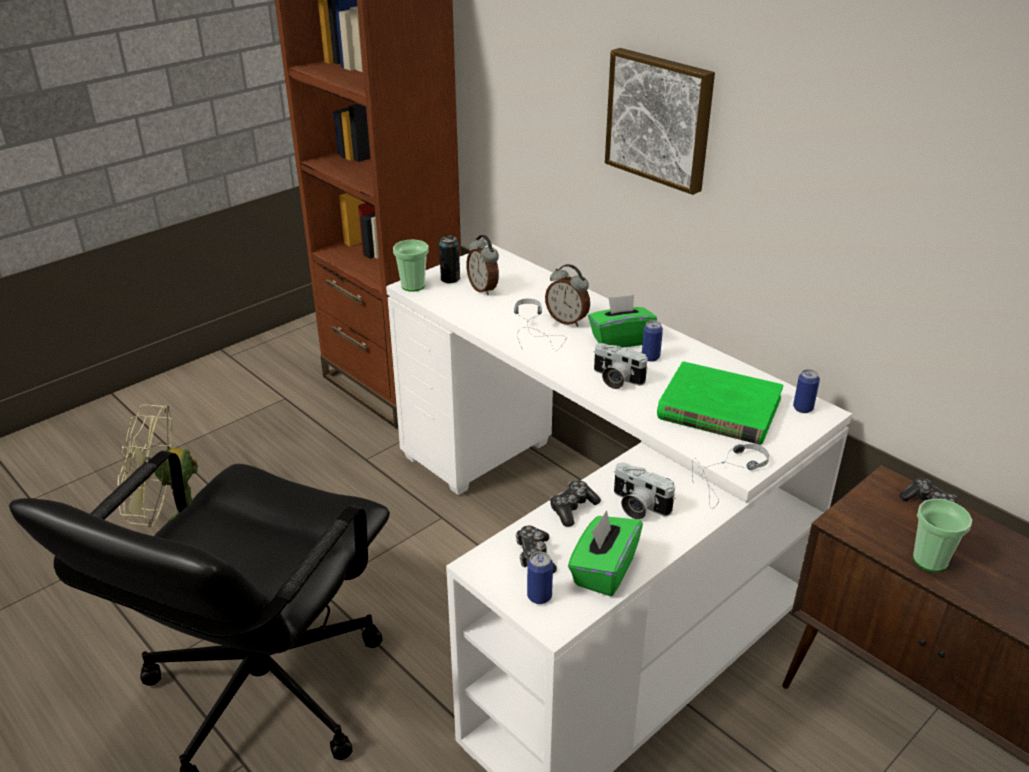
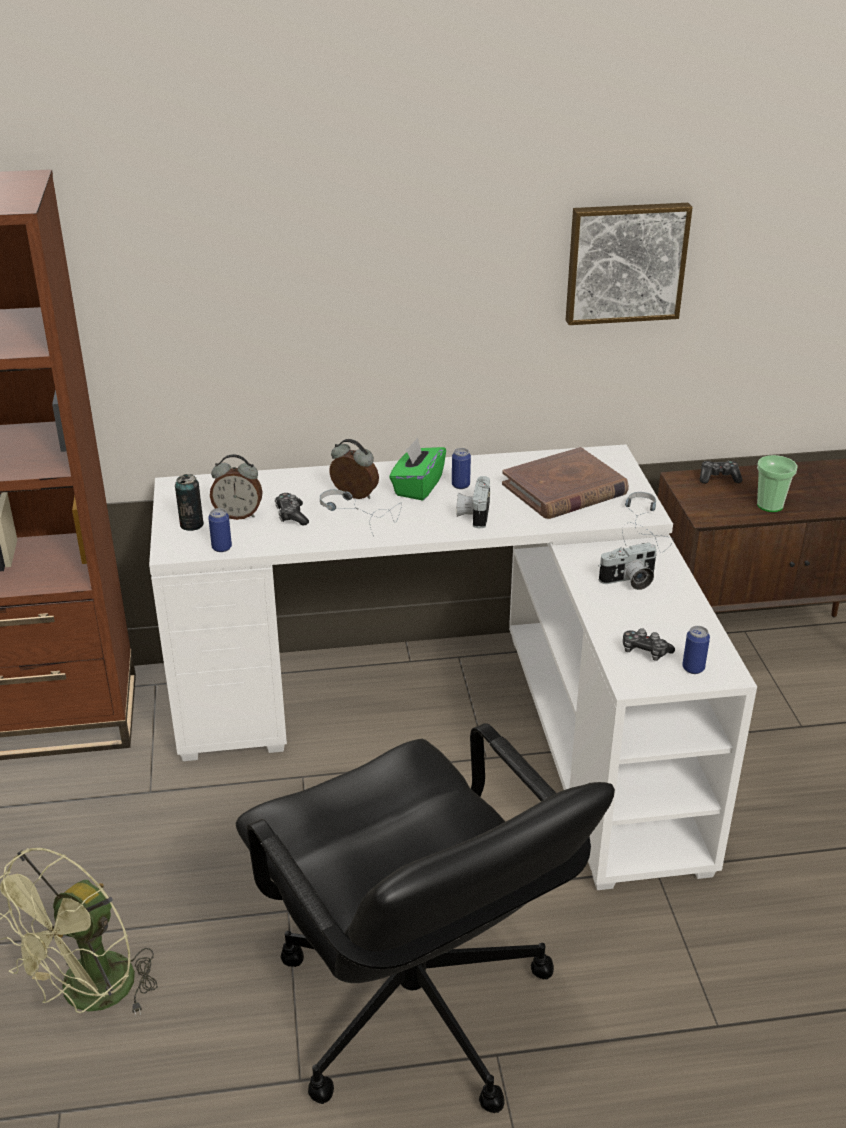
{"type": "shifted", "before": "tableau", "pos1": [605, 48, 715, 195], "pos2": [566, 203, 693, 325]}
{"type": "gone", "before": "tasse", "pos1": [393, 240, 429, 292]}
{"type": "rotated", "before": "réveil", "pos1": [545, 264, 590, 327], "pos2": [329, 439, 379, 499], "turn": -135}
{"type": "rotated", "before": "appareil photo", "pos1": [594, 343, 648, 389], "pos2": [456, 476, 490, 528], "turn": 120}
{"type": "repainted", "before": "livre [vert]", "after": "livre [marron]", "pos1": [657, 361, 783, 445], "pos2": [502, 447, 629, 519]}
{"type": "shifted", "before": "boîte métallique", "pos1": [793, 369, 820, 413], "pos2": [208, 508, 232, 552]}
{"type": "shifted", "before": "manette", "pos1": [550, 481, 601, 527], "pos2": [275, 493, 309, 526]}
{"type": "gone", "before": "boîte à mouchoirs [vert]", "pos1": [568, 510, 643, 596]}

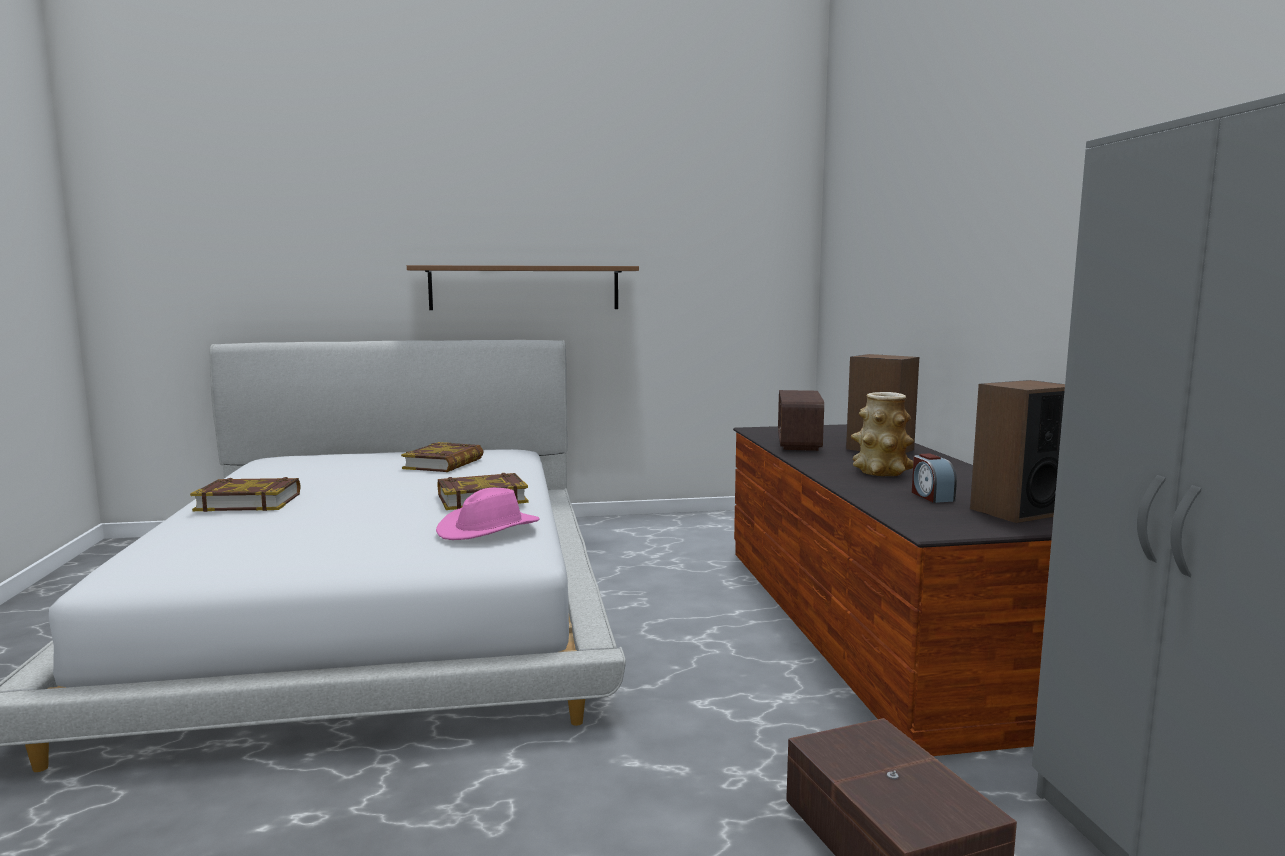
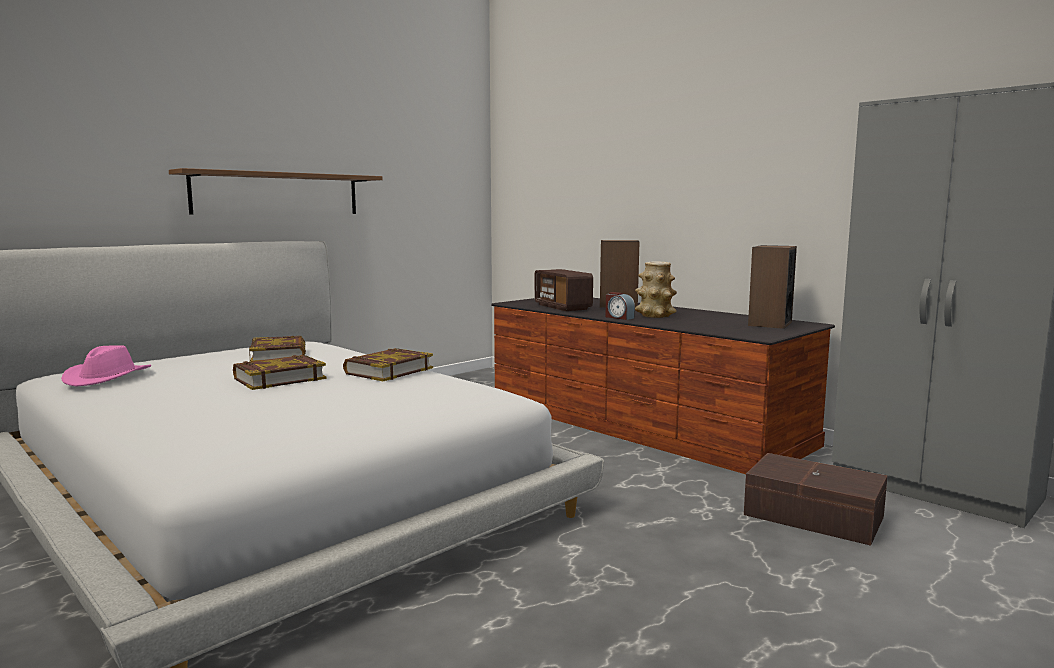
{"type": "shifted", "before": "réveil", "pos1": [912, 453, 957, 503], "pos2": [606, 292, 635, 320]}
{"type": "shifted", "before": "livre", "pos1": [190, 477, 301, 512], "pos2": [233, 355, 327, 390]}
{"type": "shifted", "before": "chapeau [rose]", "pos1": [436, 488, 540, 540], "pos2": [61, 345, 151, 386]}

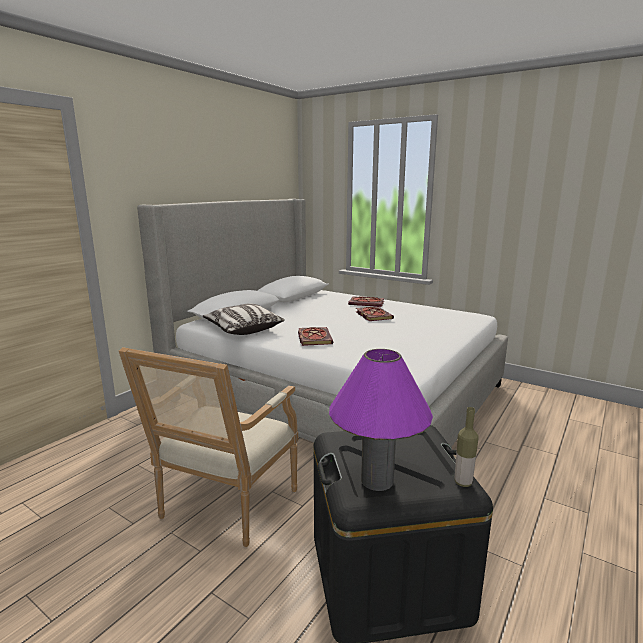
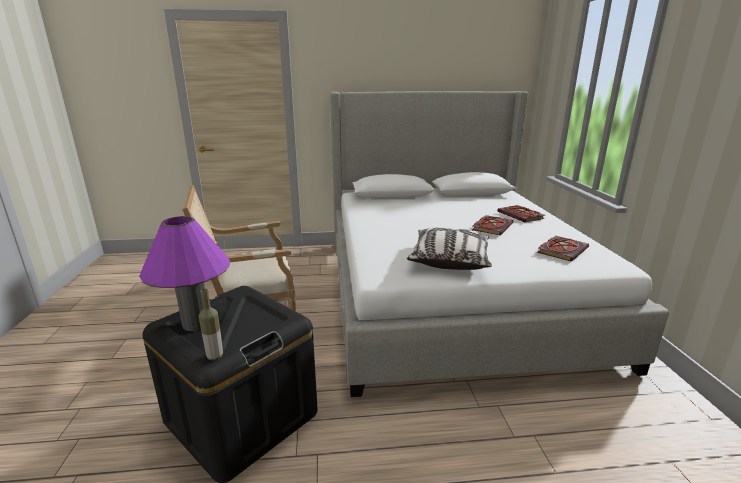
{"type": "shifted", "before": "coussin", "pos1": [202, 303, 285, 335], "pos2": [407, 228, 492, 270]}
{"type": "shifted", "before": "livre", "pos1": [298, 327, 333, 346], "pos2": [537, 236, 589, 262]}

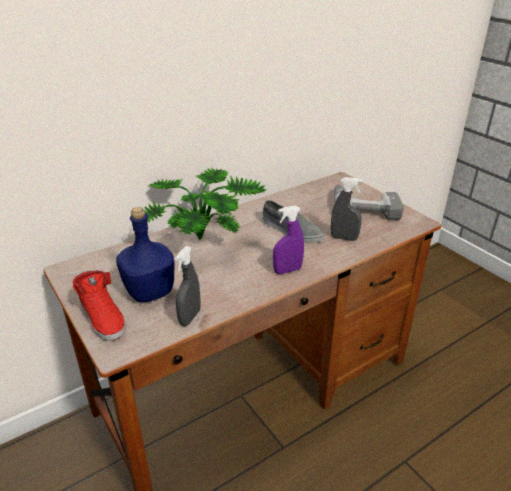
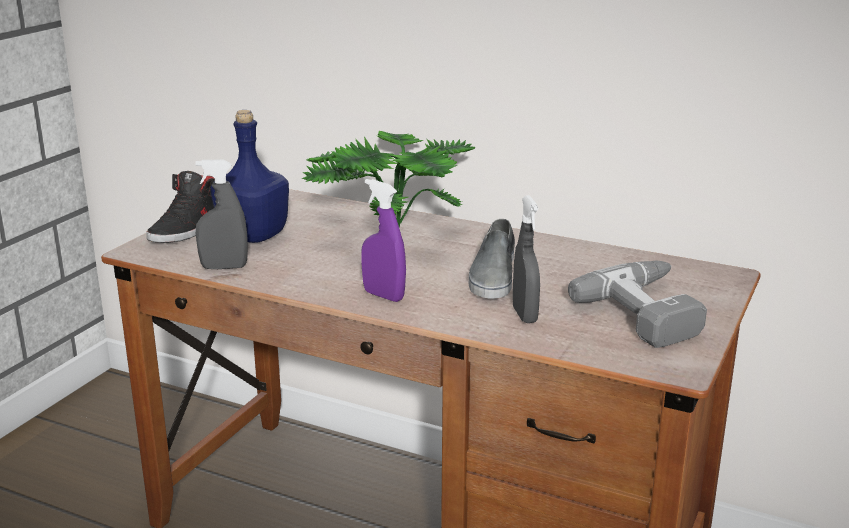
{"type": "repainted", "before": "chaussure [rouge]", "after": "chaussure [noir]", "pos1": [72, 270, 126, 341], "pos2": [146, 171, 215, 243]}

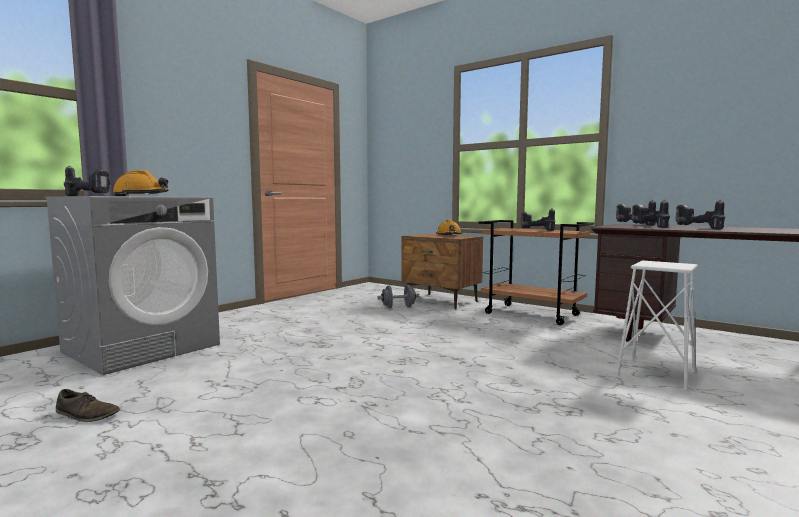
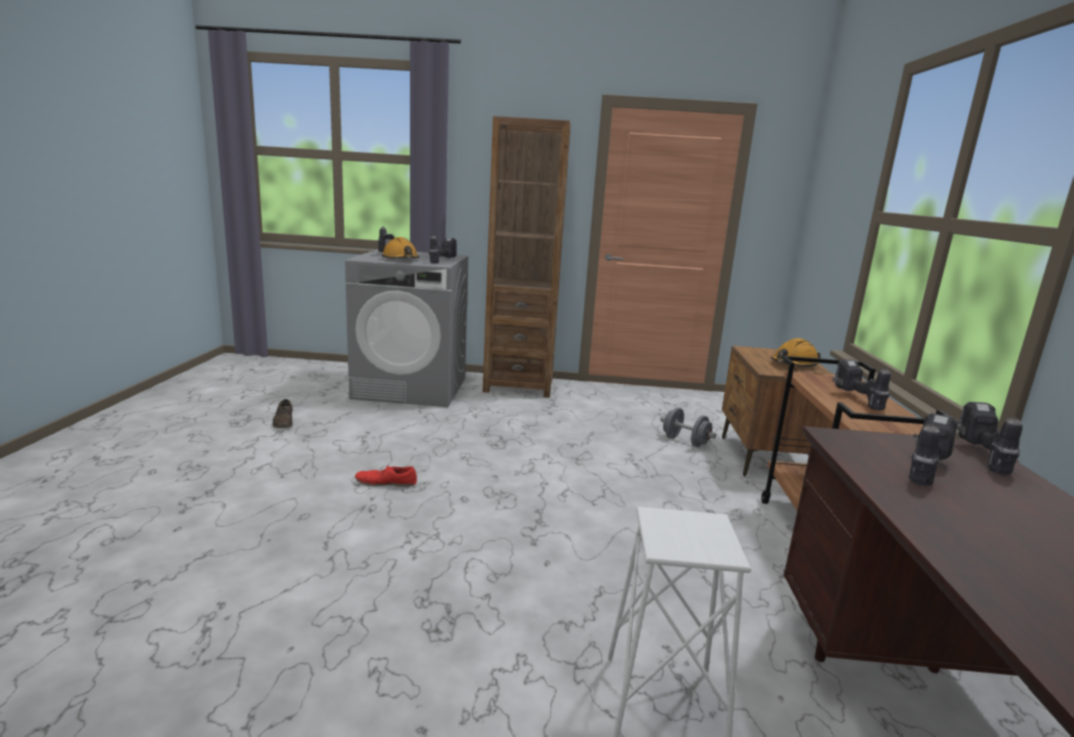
{"type": "shifted", "before": "perceuse", "pos1": [675, 200, 725, 229], "pos2": [429, 235, 457, 263]}
{"type": "new", "after": "bibliothèque [marron]", "pos2": [483, 116, 571, 398]}
{"type": "new", "after": "chaussure [rouge]", "pos2": [355, 465, 417, 487]}

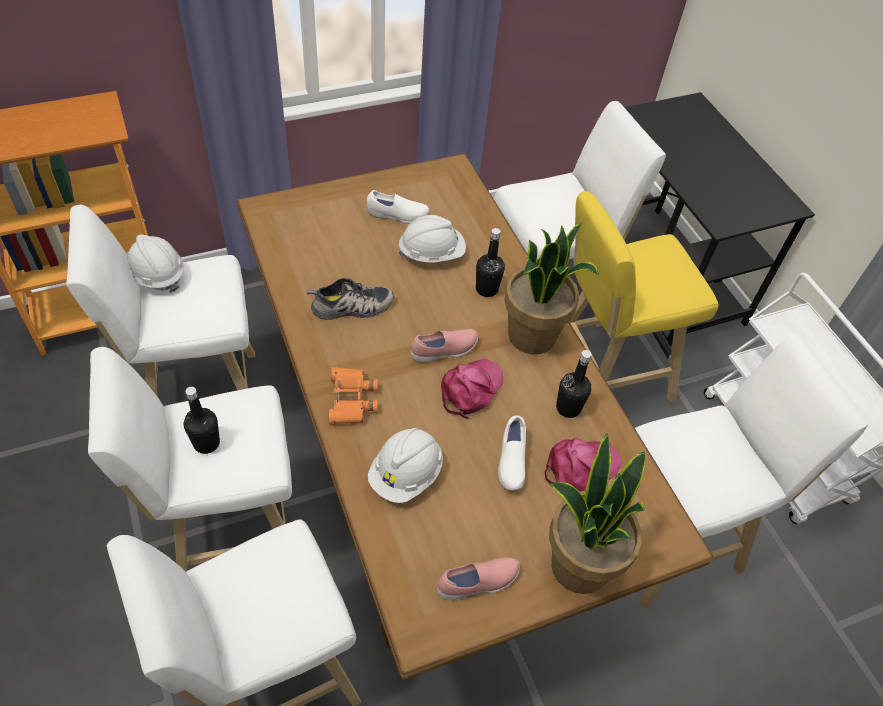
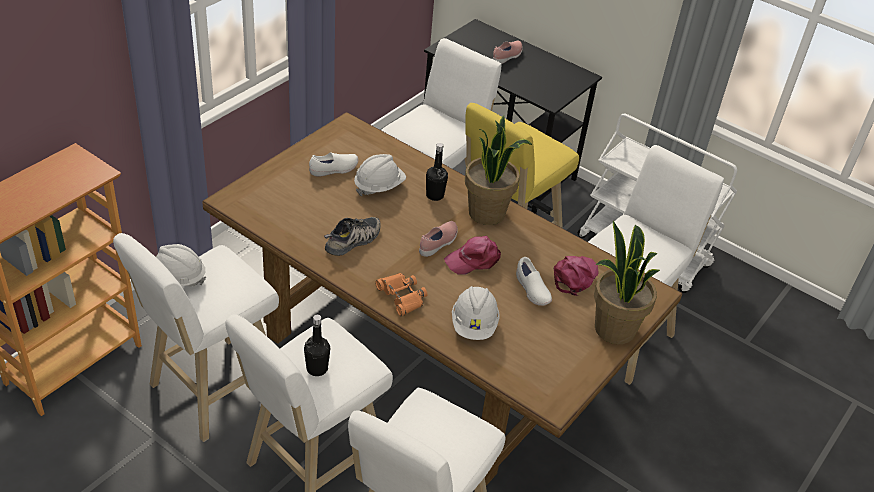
{"type": "gone", "before": "bouteille [noir]", "pos1": [556, 350, 591, 418]}
{"type": "rotated", "before": "casquette [rose]", "pos1": [441, 359, 503, 419], "pos2": [444, 236, 501, 275], "turn": -120}
{"type": "shifted", "before": "chaussure [rose]", "pos1": [437, 558, 520, 600], "pos2": [492, 41, 523, 64]}

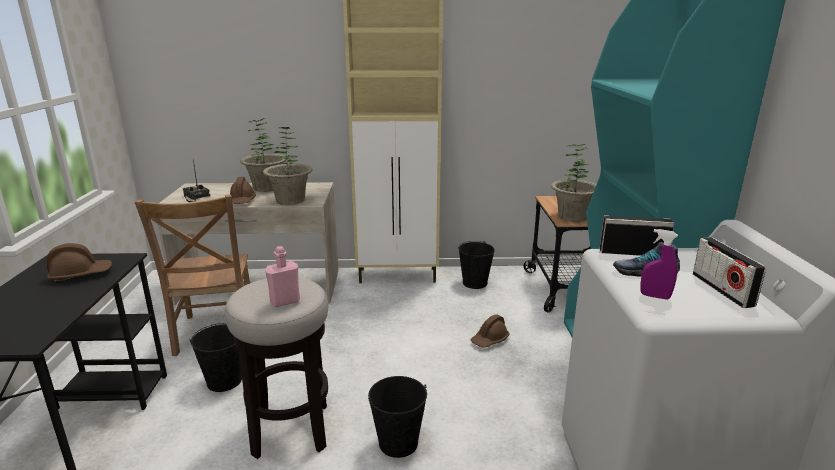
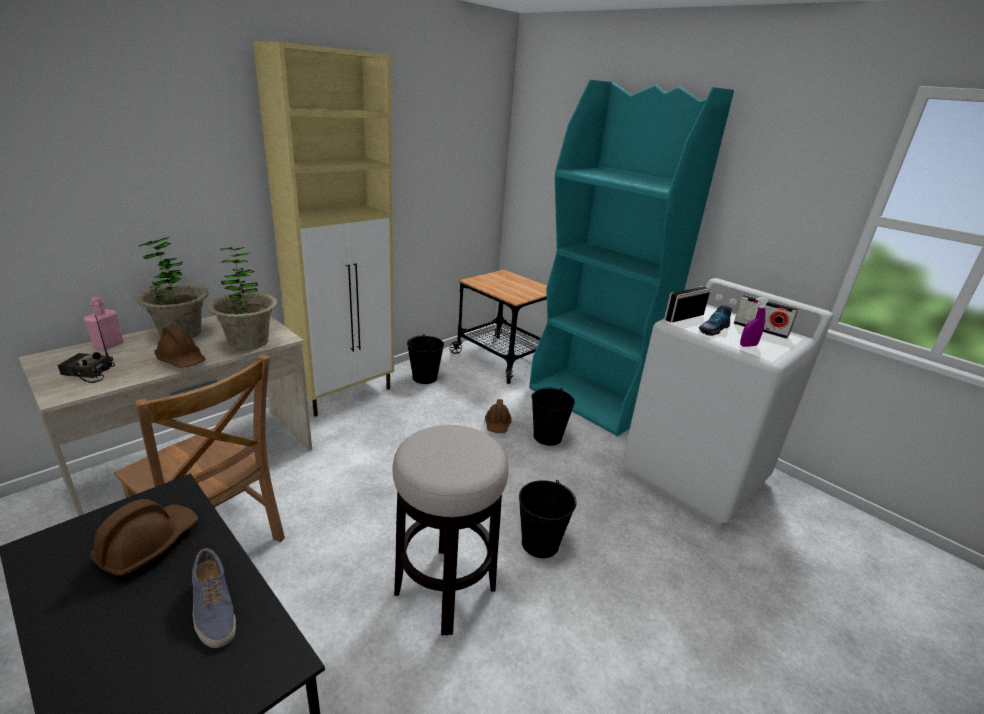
{"type": "gone", "before": "plante en pot", "pos1": [551, 144, 597, 222]}
{"type": "shifted", "before": "bouteille [rose]", "pos1": [265, 246, 300, 307], "pos2": [84, 296, 124, 351]}
{"type": "shifted", "before": "seau [noir]", "pos1": [190, 323, 242, 392], "pos2": [531, 387, 575, 446]}
{"type": "new", "after": "chaussure", "pos2": [192, 548, 236, 648]}

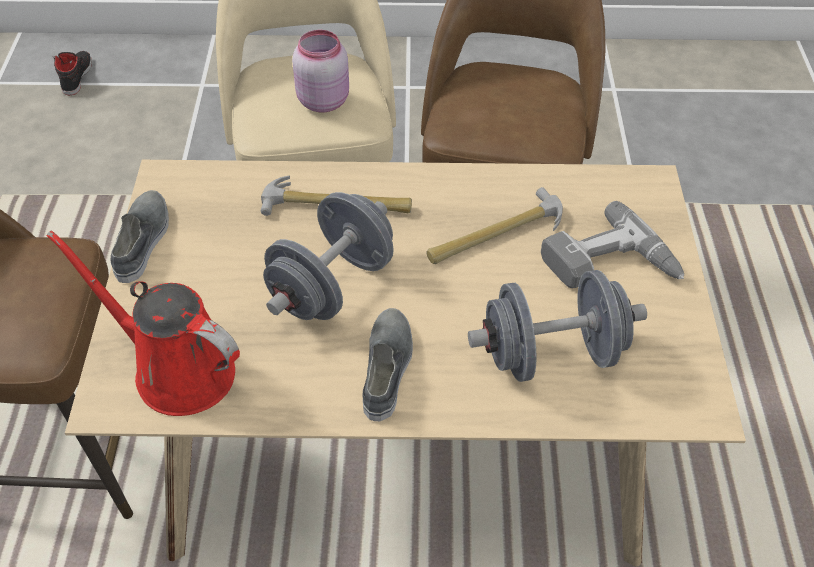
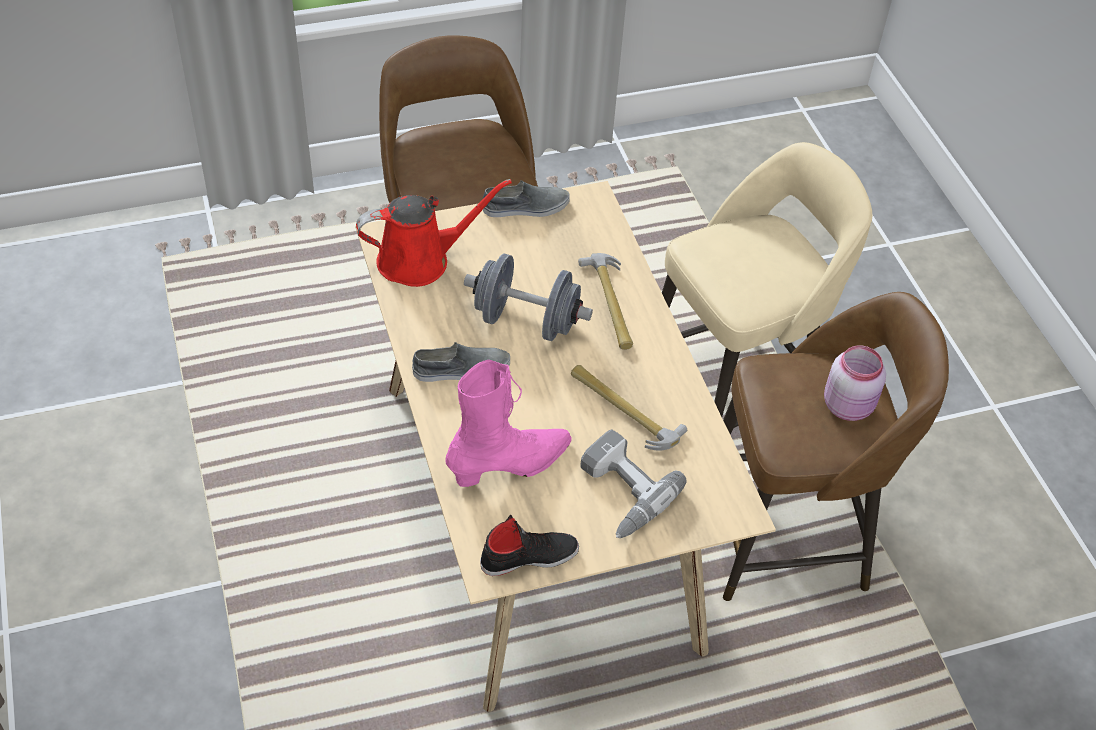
{"type": "shifted", "before": "bocal [rose]", "pos1": [292, 30, 349, 112], "pos2": [824, 345, 886, 421]}
{"type": "shifted", "before": "chaussure [noir]", "pos1": [53, 51, 92, 96], "pos2": [480, 515, 579, 576]}
{"type": "rotated", "before": "arrosoir [rouge]", "pos1": [46, 230, 240, 416], "pos2": [356, 179, 512, 287], "turn": 60}
{"type": "swapped", "before": "haltère [gris]", "after": "botte [rose]", "pos1": [468, 270, 647, 382], "pos2": [445, 360, 571, 487]}

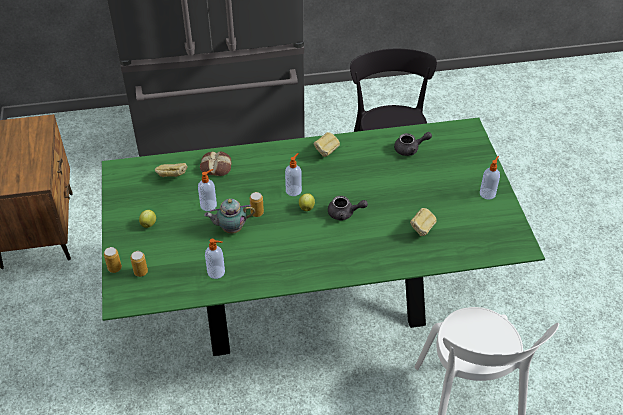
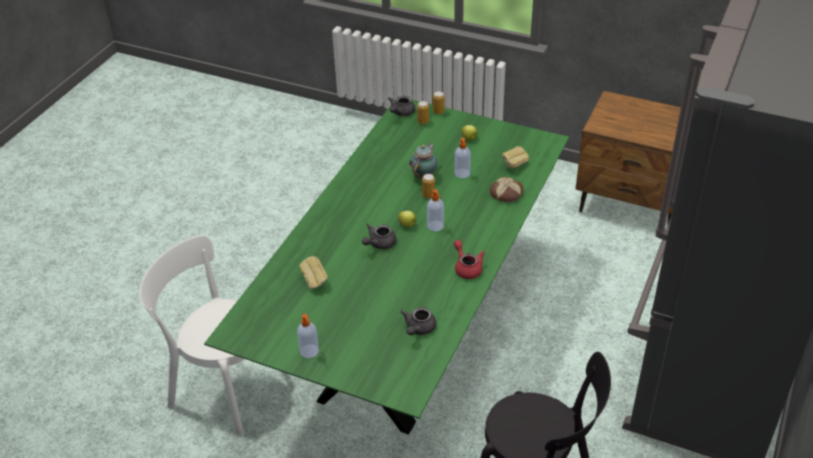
{"type": "swapped", "before": "pain", "after": "théière [rouge]", "pos1": [314, 132, 340, 157], "pos2": [454, 240, 485, 279]}
{"type": "gone", "before": "distributeur de savon", "pos1": [205, 239, 225, 279]}
{"type": "new", "after": "théière [gris]", "pos2": [388, 96, 415, 116]}

